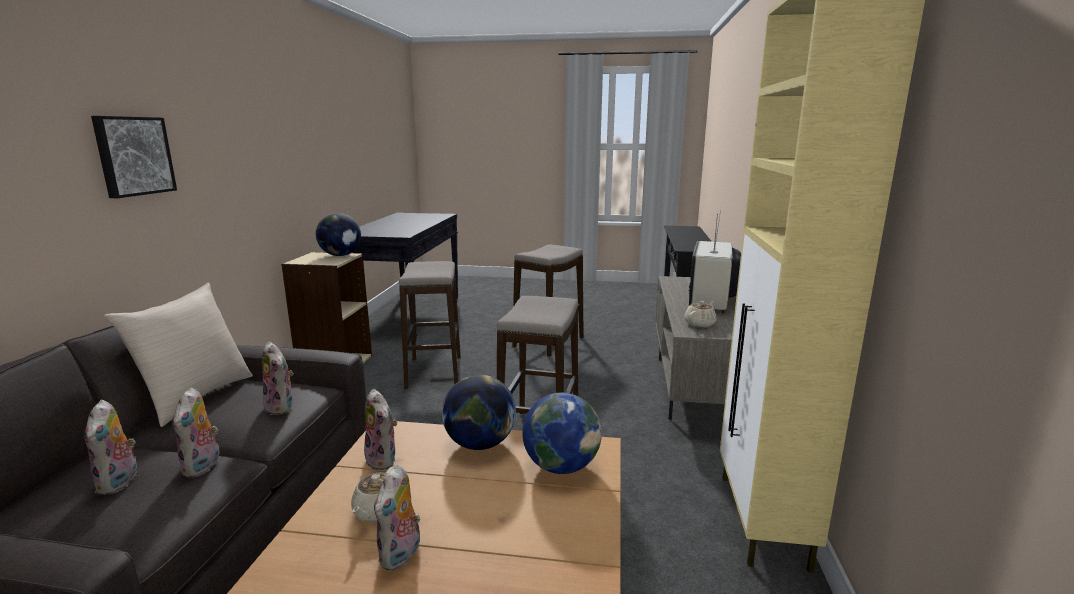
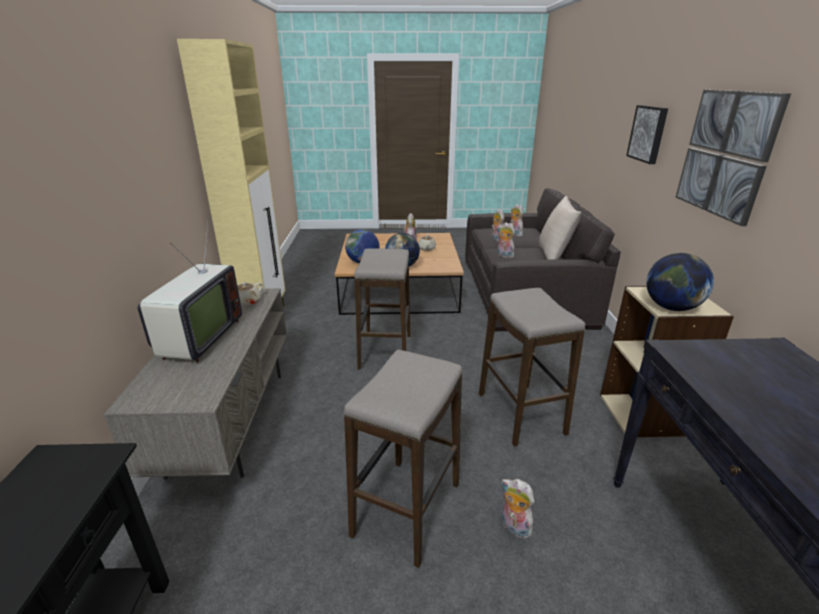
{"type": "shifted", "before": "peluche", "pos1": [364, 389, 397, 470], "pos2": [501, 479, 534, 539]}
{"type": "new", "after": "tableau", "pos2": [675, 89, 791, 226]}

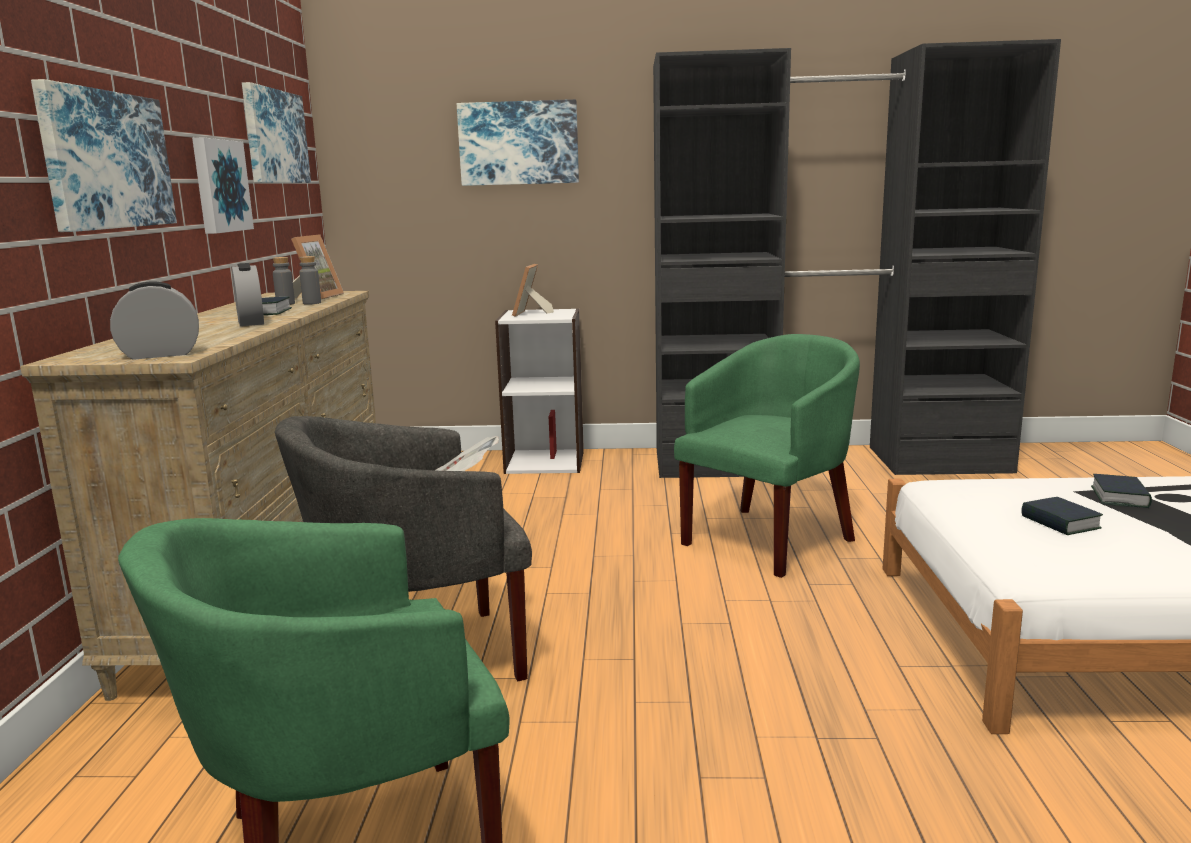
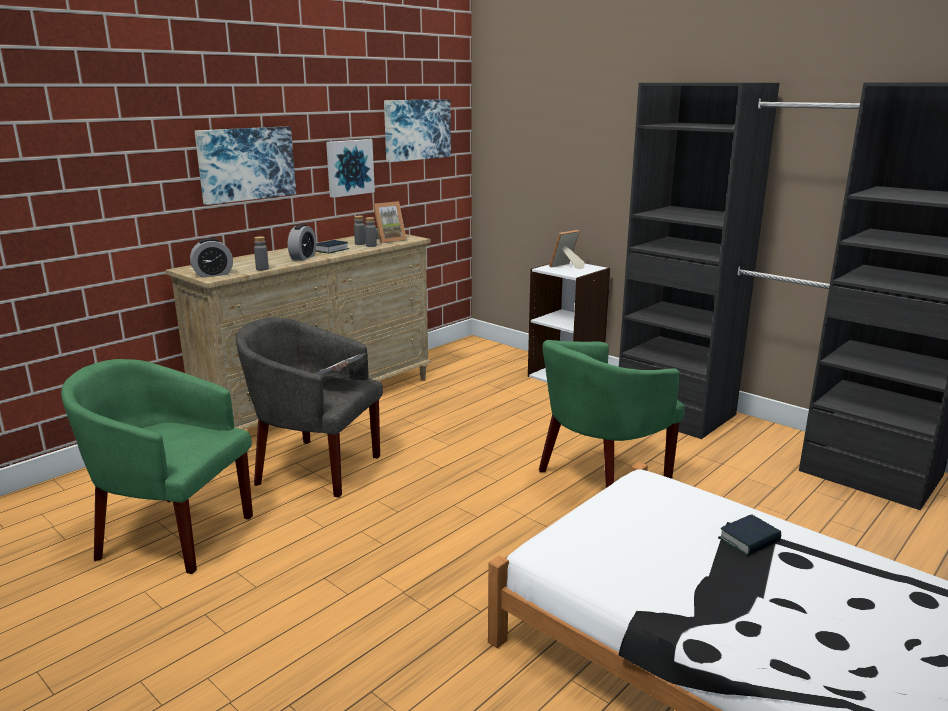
{"type": "gone", "before": "tableau", "pos1": [457, 99, 579, 186]}
{"type": "rotated", "before": "réveil", "pos1": [110, 282, 199, 360], "pos2": [190, 238, 233, 278], "turn": 135}
{"type": "rotated", "before": "fauteuil [vert]", "pos1": [674, 334, 860, 578], "pos2": [539, 340, 685, 488], "turn": 150}
{"type": "gone", "before": "livre", "pos1": [1021, 497, 1103, 535]}
{"type": "new", "after": "bouteille [gris]", "pos2": [254, 236, 269, 271]}

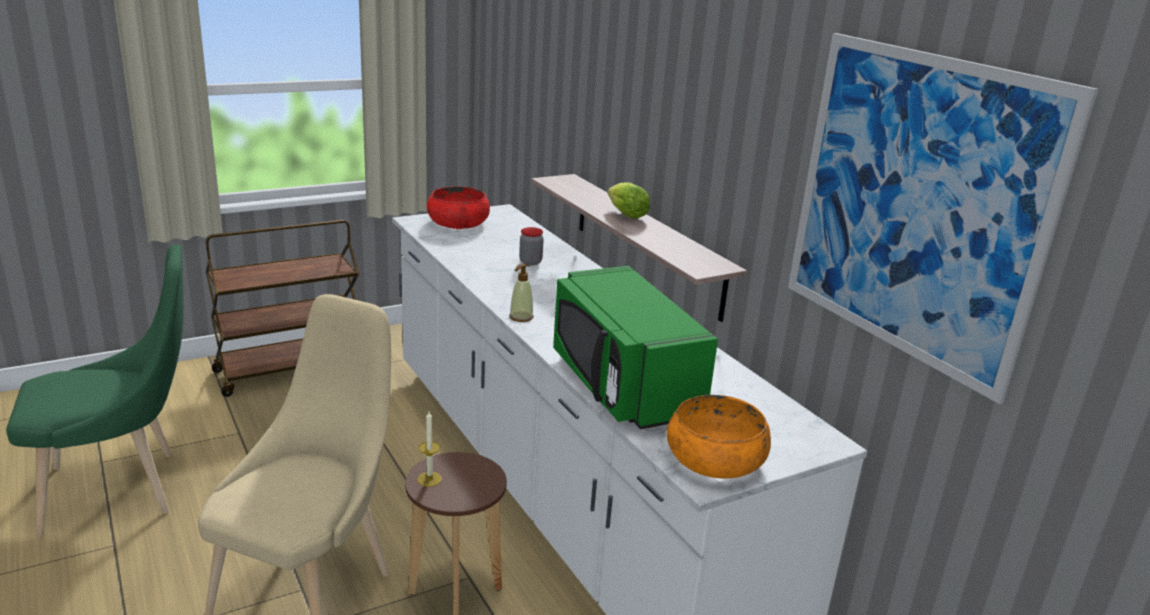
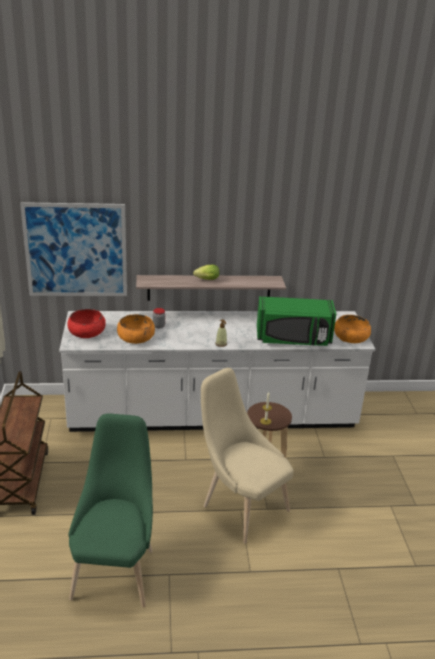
{"type": "shifted", "before": "tableau", "pos1": [788, 33, 1098, 404], "pos2": [20, 202, 127, 296]}
{"type": "new", "after": "bol [orange]", "pos2": [117, 314, 155, 344]}

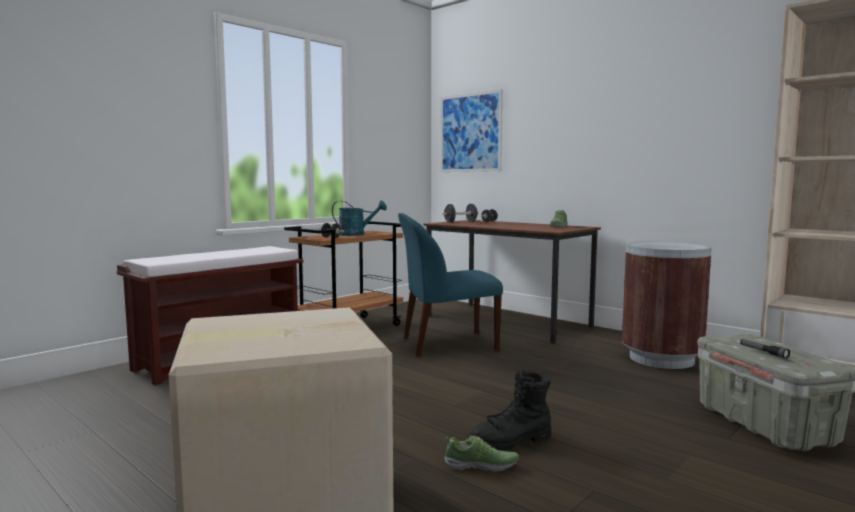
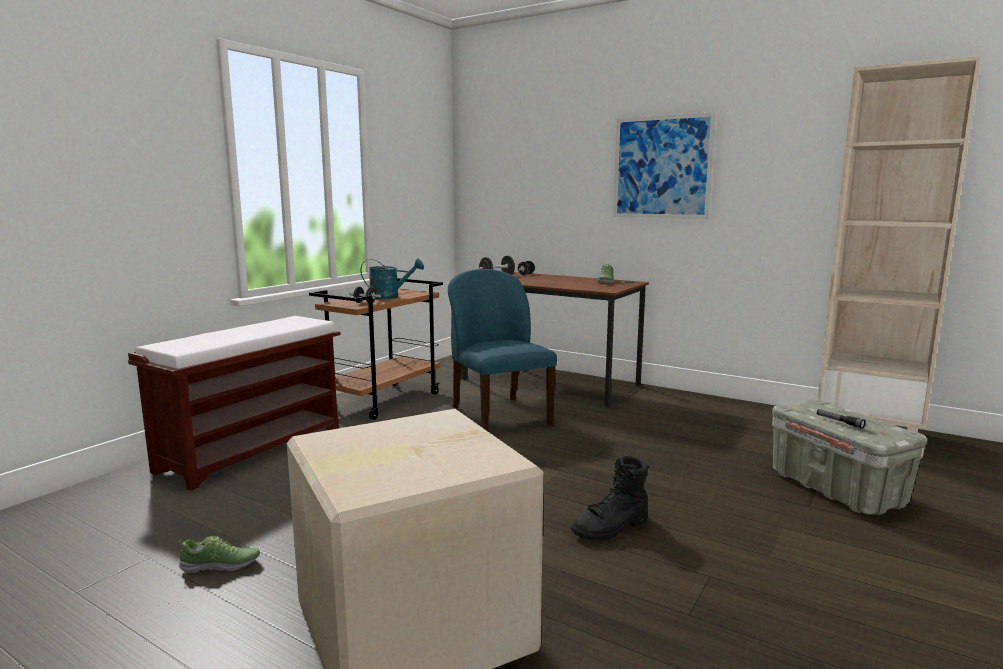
{"type": "shifted", "before": "tableau", "pos1": [440, 89, 503, 172], "pos2": [613, 112, 716, 219]}
{"type": "rotated", "before": "chaise [bleu]", "pos1": [398, 213, 503, 357], "pos2": [448, 269, 557, 431], "turn": 90}
{"type": "gone", "before": "poubelle [marron]", "pos1": [622, 241, 712, 369]}
{"type": "shifted", "before": "chaussure", "pos1": [445, 436, 519, 472], "pos2": [178, 536, 260, 573]}

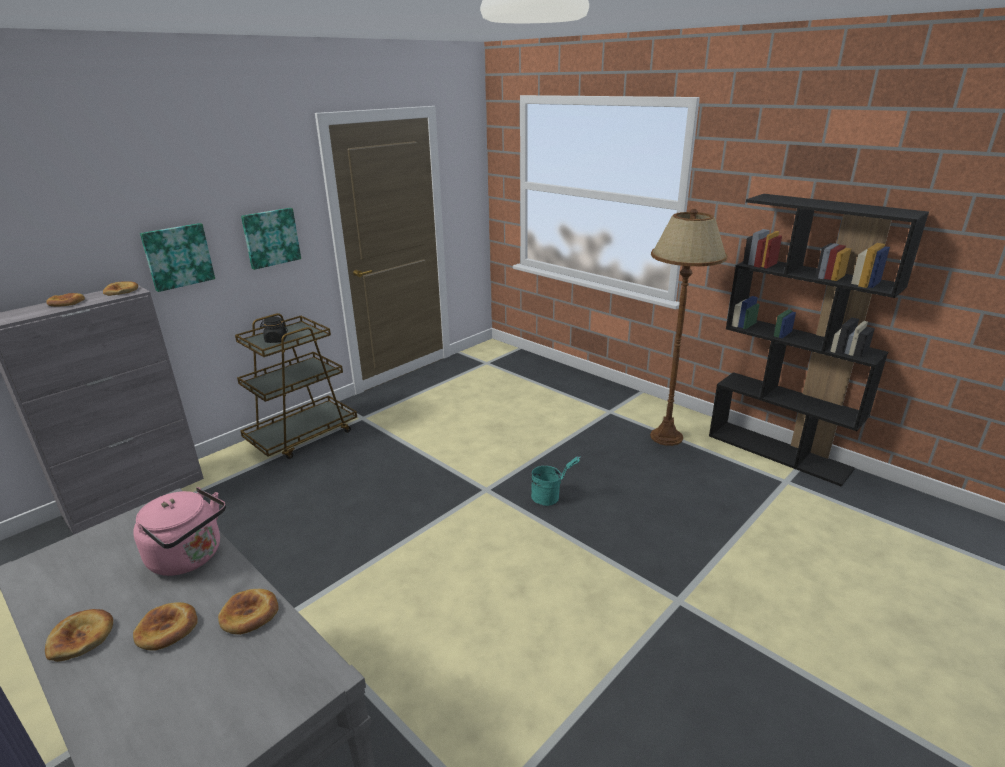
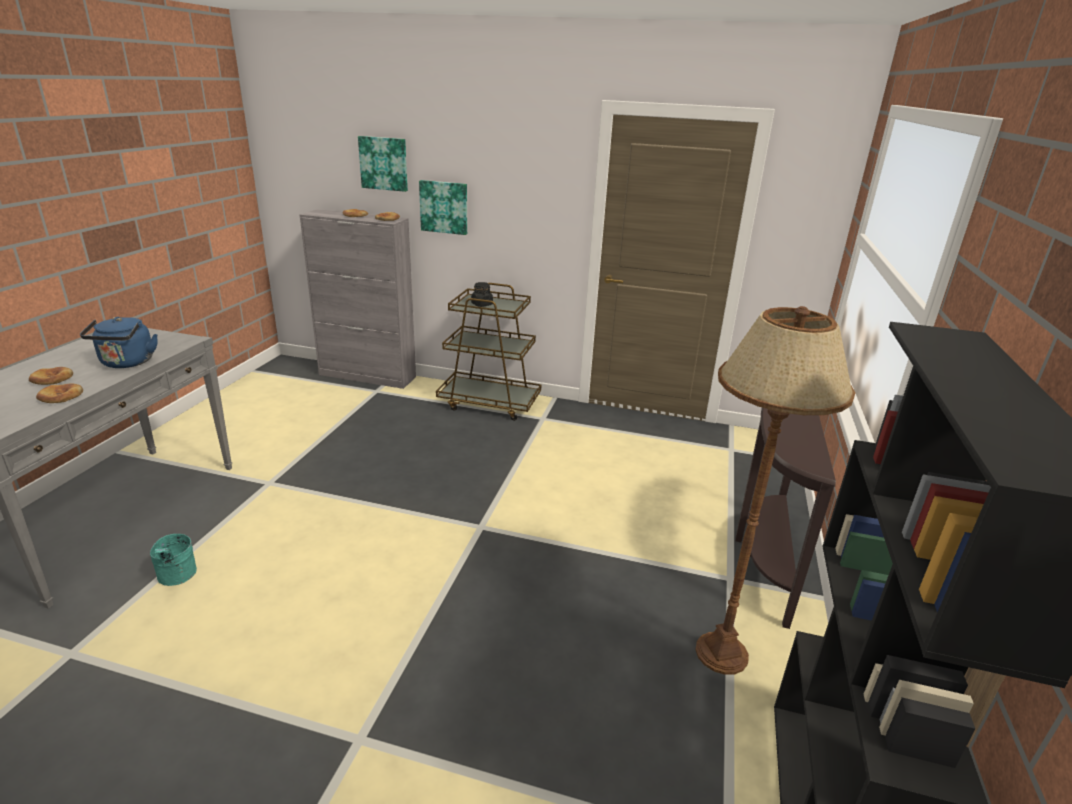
{"type": "shifted", "before": "tableau", "pos1": [241, 208, 301, 270], "pos2": [358, 136, 408, 192]}
{"type": "shifted", "before": "seau [turquoise]", "pos1": [531, 456, 580, 506], "pos2": [150, 534, 197, 586]}
{"type": "repainted", "before": "bouilloire [rose]", "after": "bouilloire [bleu]", "pos1": [133, 487, 226, 576], "pos2": [80, 317, 158, 368]}
{"type": "gone", "before": "pain", "pos1": [45, 609, 113, 662]}
{"type": "new", "after": "table console [marron]", "pos2": [735, 408, 836, 629]}

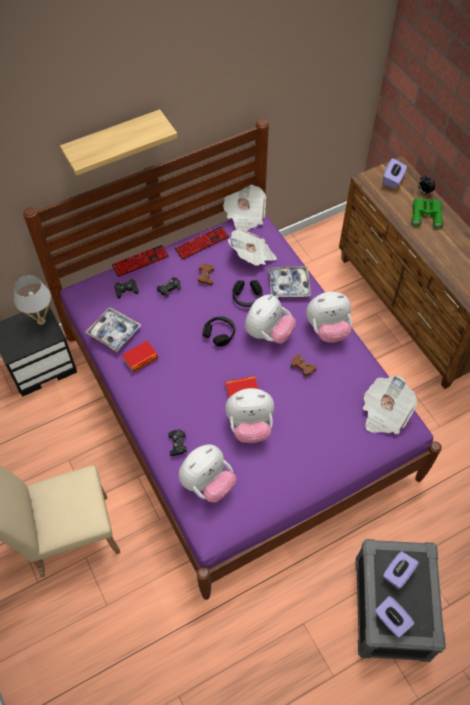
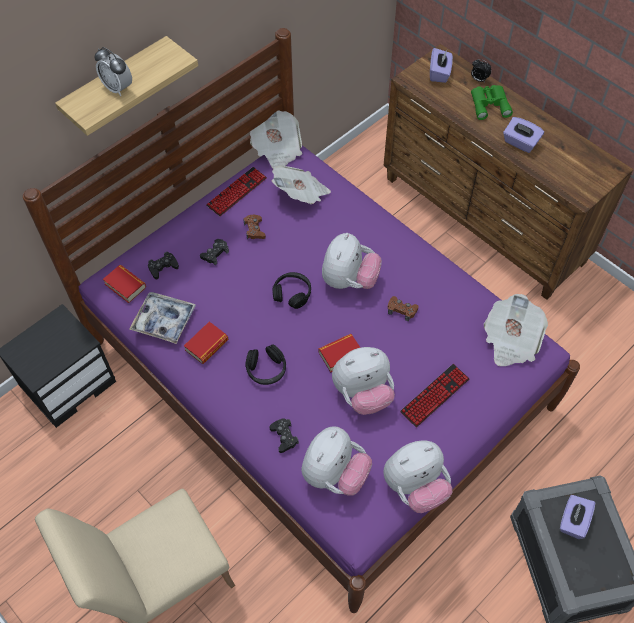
{"type": "shifted", "before": "clavier", "pos1": [112, 245, 169, 277], "pos2": [400, 364, 469, 427]}
{"type": "gone", "before": "plateau", "pos1": [269, 266, 311, 297]}
{"type": "gone", "before": "lampe de table [blanc]", "pos1": [14, 275, 51, 325]}
{"type": "shifted", "before": "casque audio [noir]", "pos1": [232, 280, 263, 307], "pos2": [245, 344, 286, 385]}
{"type": "shifted", "before": "peluche", "pos1": [306, 292, 352, 343], "pos2": [383, 441, 452, 513]}
{"type": "shifted", "before": "boîte à mouchoirs [violet]", "pos1": [375, 596, 415, 638], "pos2": [503, 117, 544, 153]}
{"type": "new", "after": "réveil", "pos2": [94, 47, 132, 96]}
{"type": "new", "after": "livre", "pos2": [103, 265, 146, 303]}

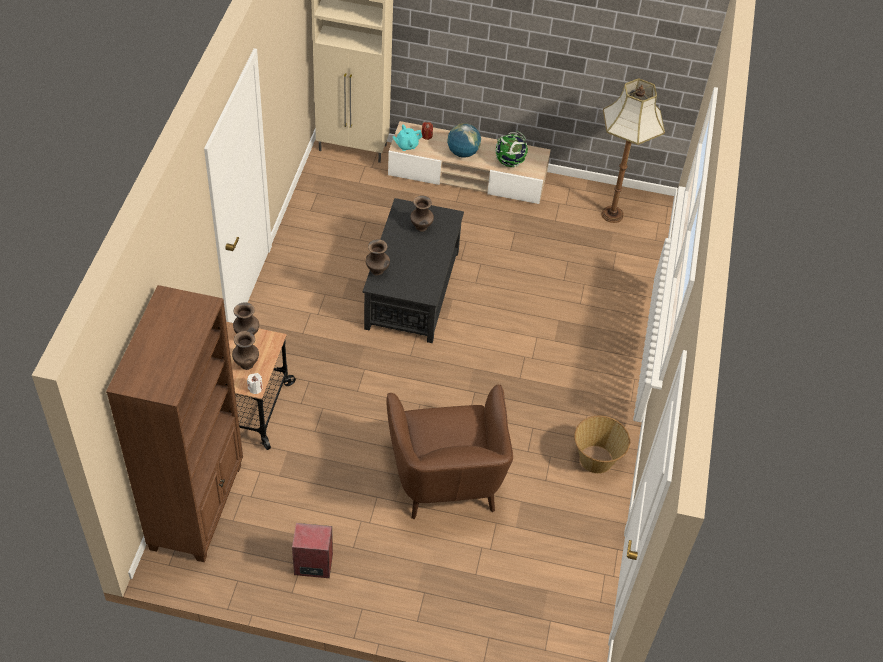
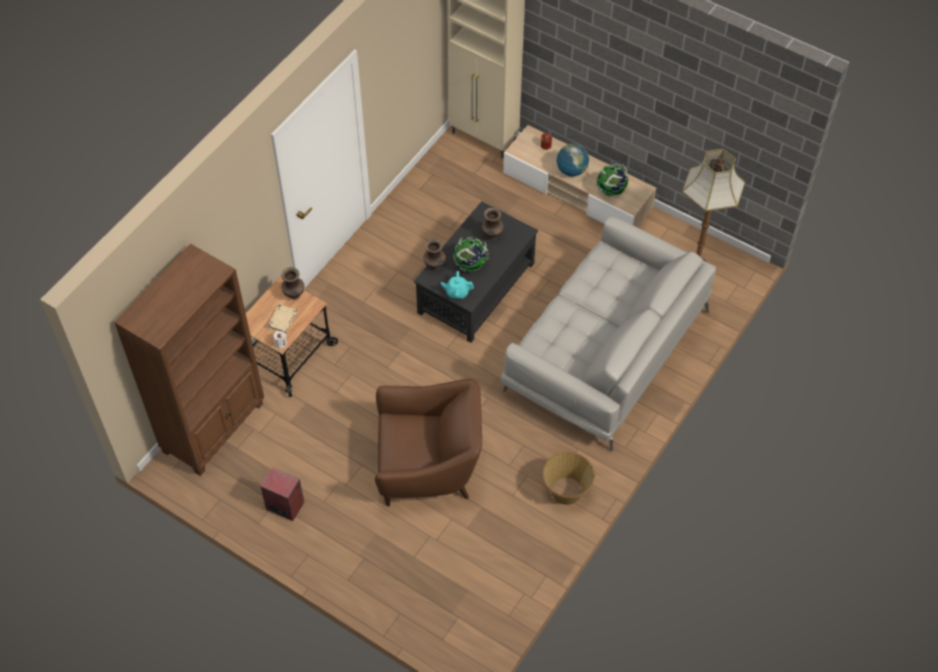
{"type": "shifted", "before": "théière [turquoise]", "pos1": [393, 124, 423, 151], "pos2": [441, 271, 474, 299]}
{"type": "swapped", "before": "vase [marron]", "after": "livre [beige]", "pos1": [232, 331, 259, 370], "pos2": [267, 304, 298, 334]}
{"type": "rotated", "before": "fauteuil [marron]", "pos1": [386, 385, 513, 519], "pos2": [375, 379, 482, 506], "turn": -105}
{"type": "new", "after": "canapé [gris]", "pos2": [501, 217, 716, 451]}
{"type": "new", "after": "globe", "pos2": [454, 237, 489, 272]}

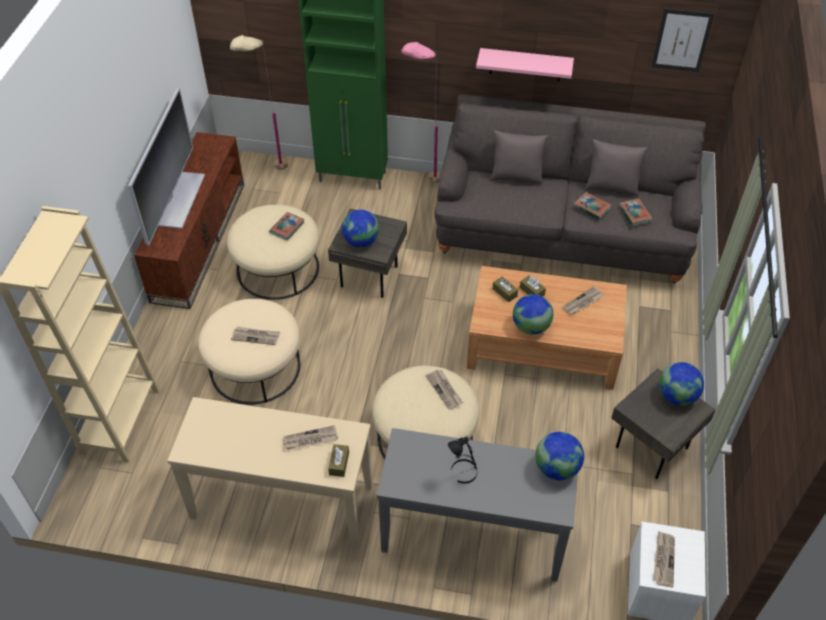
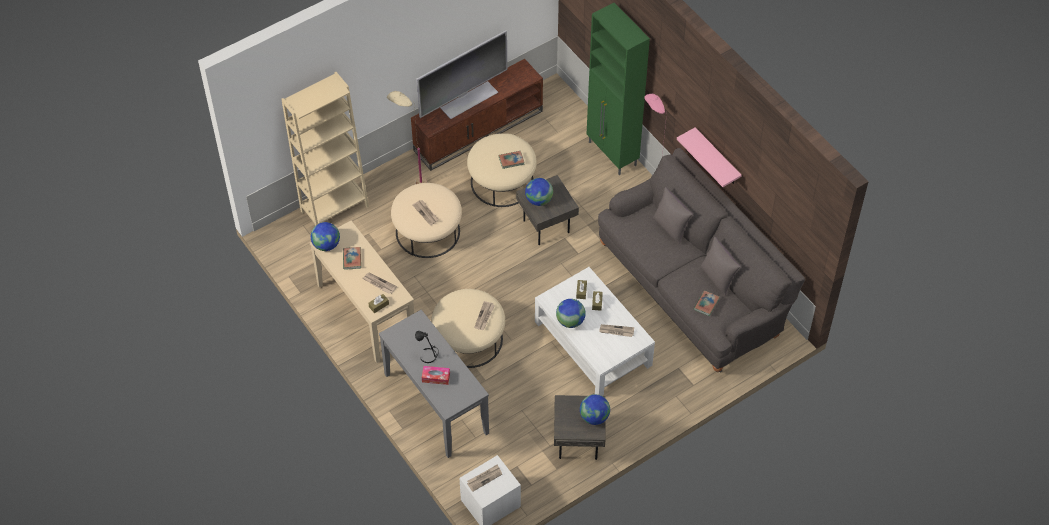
{"type": "gone", "before": "tableau", "pos1": [652, 8, 714, 72]}
{"type": "shifted", "before": "lampadaire [beige]", "pos1": [230, 35, 288, 170], "pos2": [387, 91, 427, 184]}
{"type": "shifted", "before": "livre", "pos1": [573, 192, 611, 220], "pos2": [343, 247, 361, 270]}
{"type": "repainted", "before": "table basse [marron]", "after": "table basse [blanc]", "pos1": [467, 266, 627, 390], "pos2": [535, 267, 655, 396]}
{"type": "shifted", "before": "globe", "pos1": [535, 432, 584, 480], "pos2": [311, 222, 340, 251]}
{"type": "new", "after": "boîte à mouchoirs", "pos2": [422, 366, 450, 385]}

